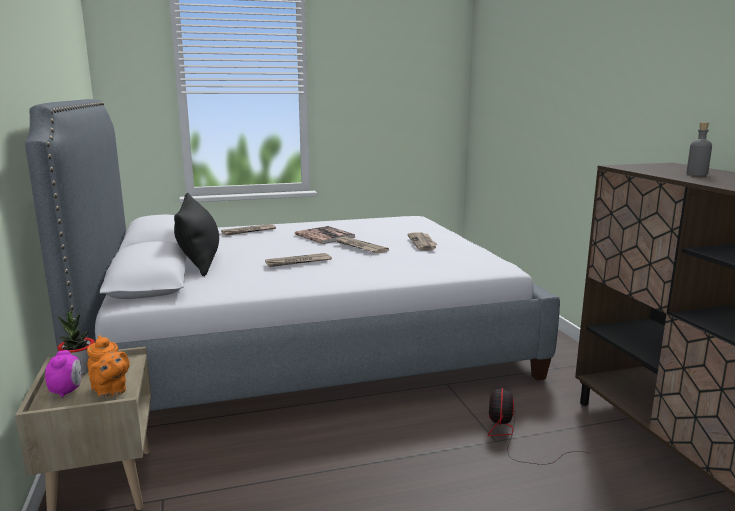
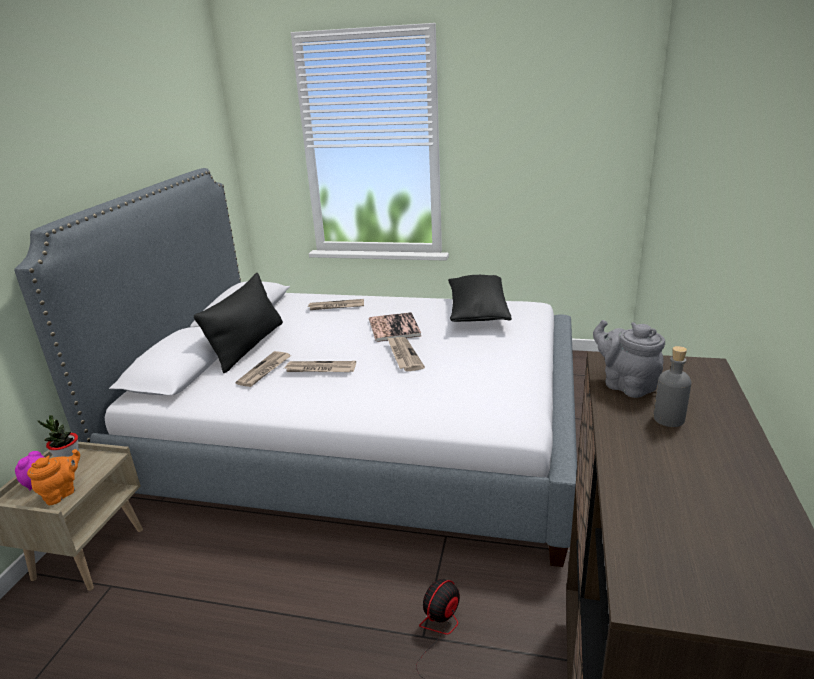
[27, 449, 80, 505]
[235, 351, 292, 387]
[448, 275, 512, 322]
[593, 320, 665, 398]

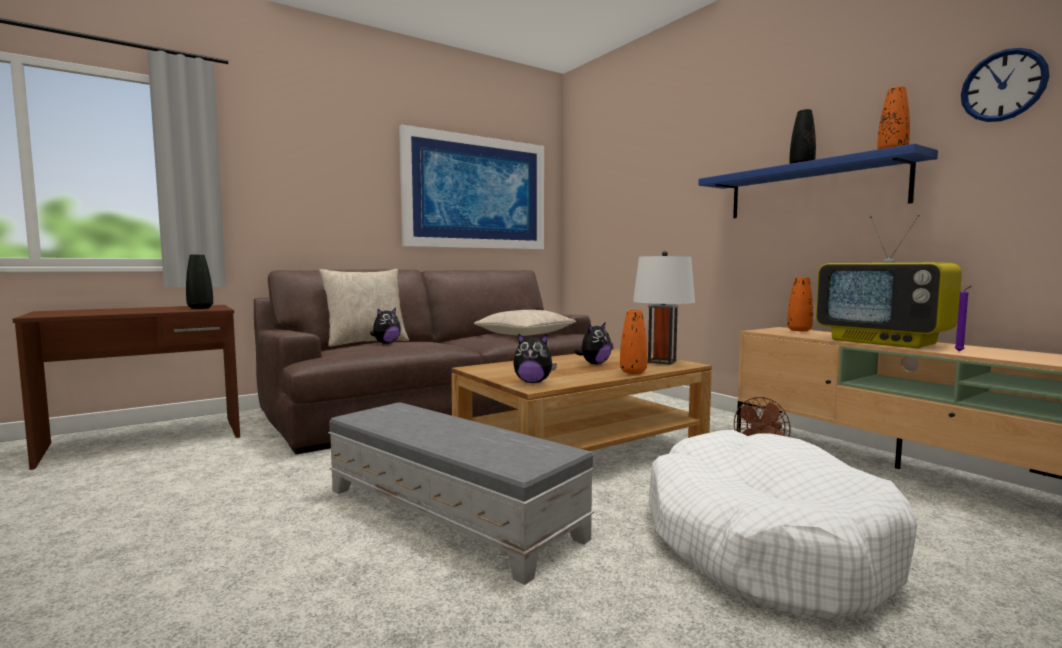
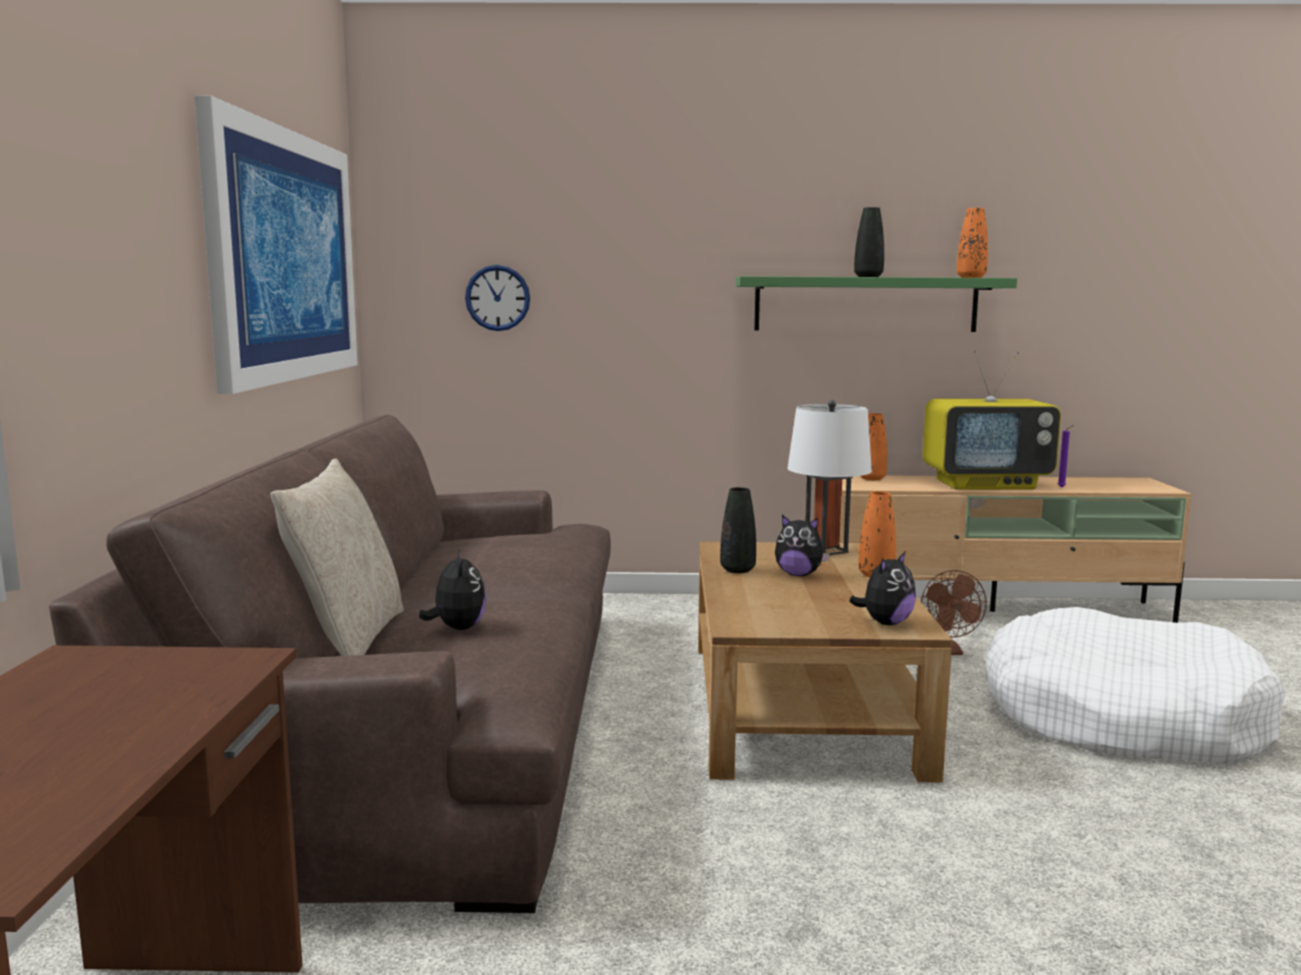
[720, 487, 756, 573]
[328, 402, 595, 585] (first image)
[474, 310, 576, 336] (first image)
[775, 515, 830, 576]
[736, 276, 1017, 332]
[465, 265, 530, 331]

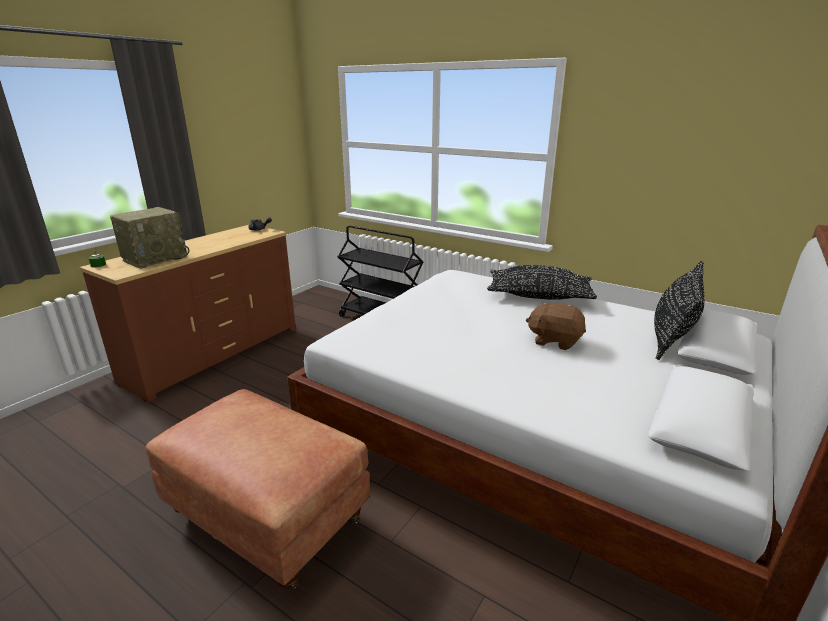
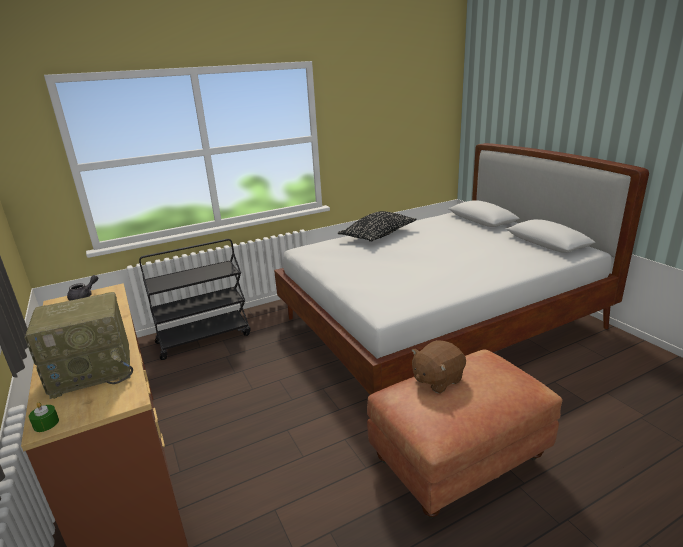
[24, 292, 133, 399]
[412, 340, 466, 394]
[654, 261, 704, 360] (first image)

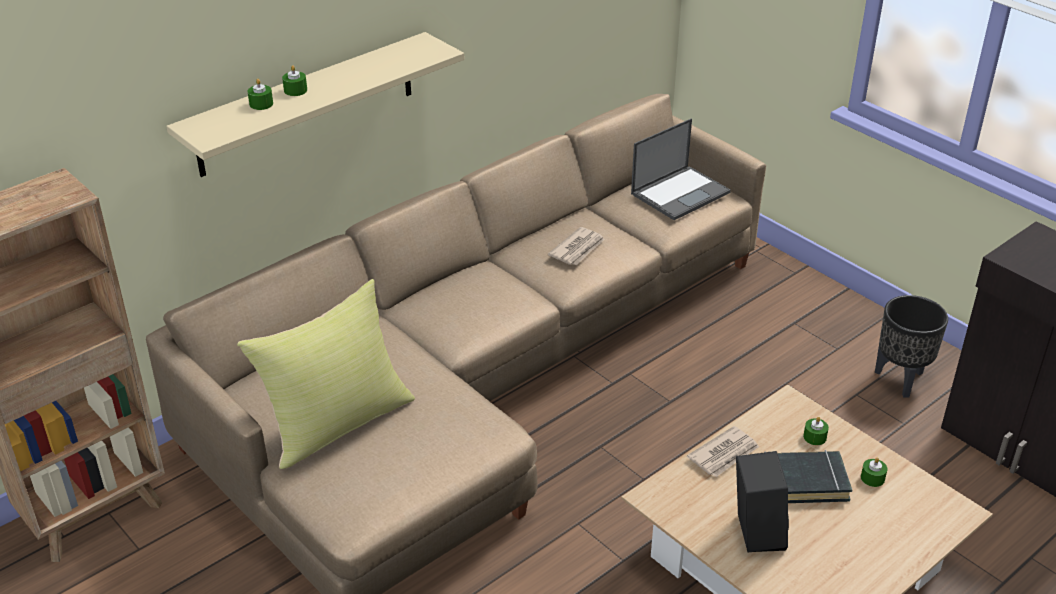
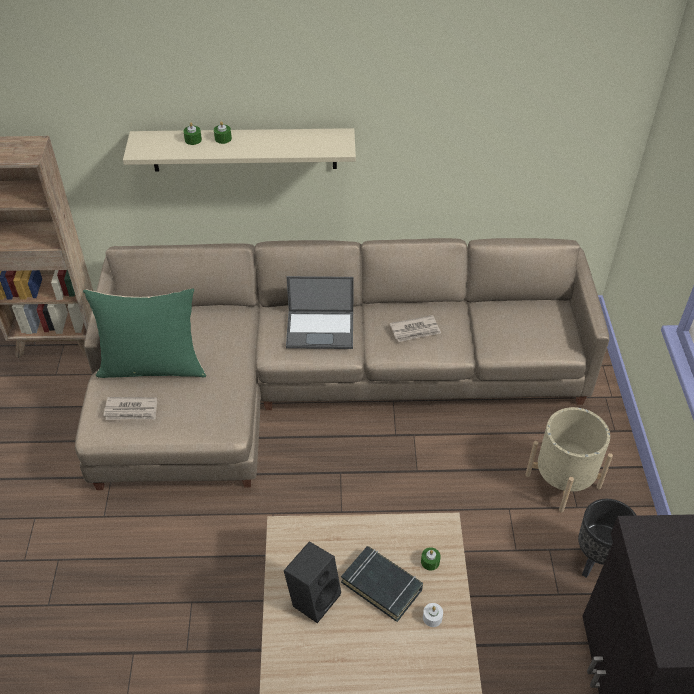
[83, 288, 206, 378]
[286, 276, 354, 349]
[104, 397, 157, 420]
[423, 603, 443, 627]
[525, 407, 613, 512]

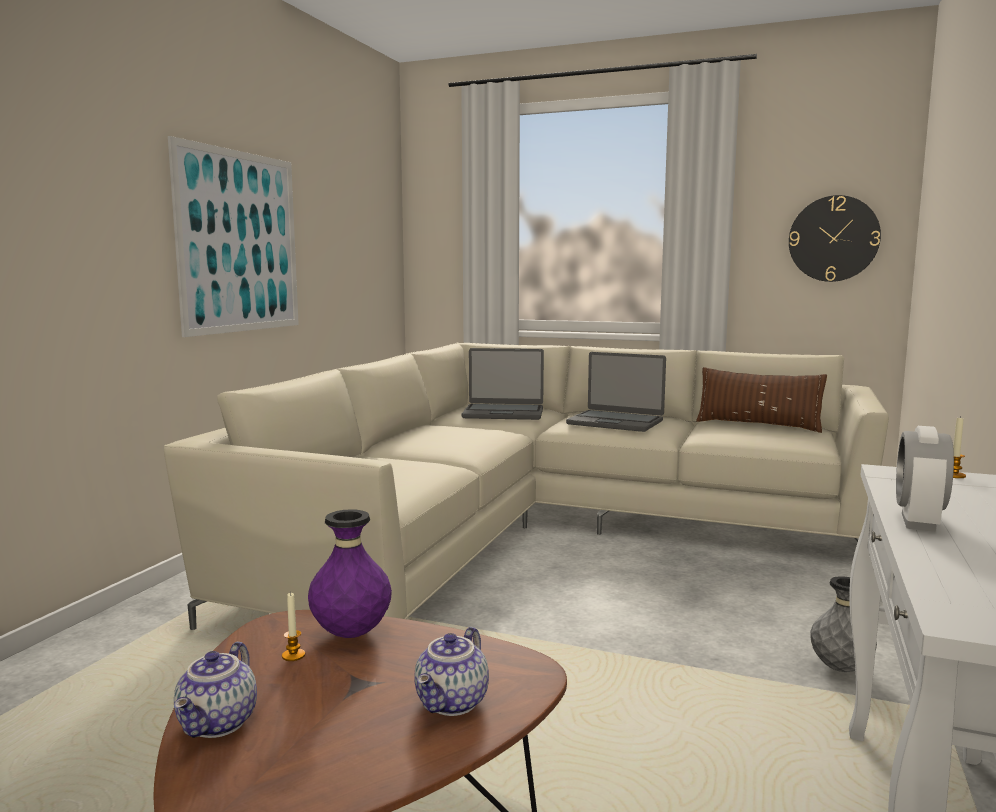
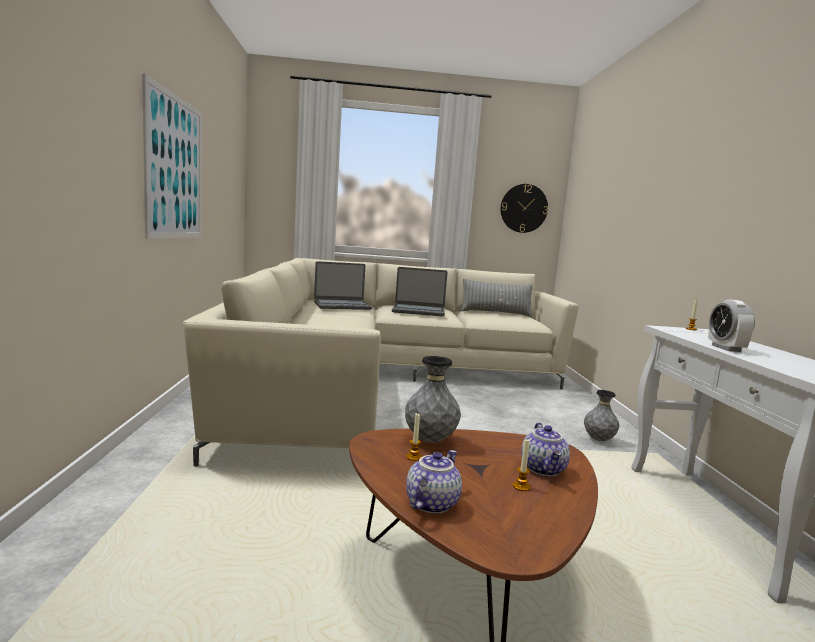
[406, 450, 462, 514]
[405, 356, 461, 443]
[461, 279, 533, 317]
[513, 439, 530, 491]

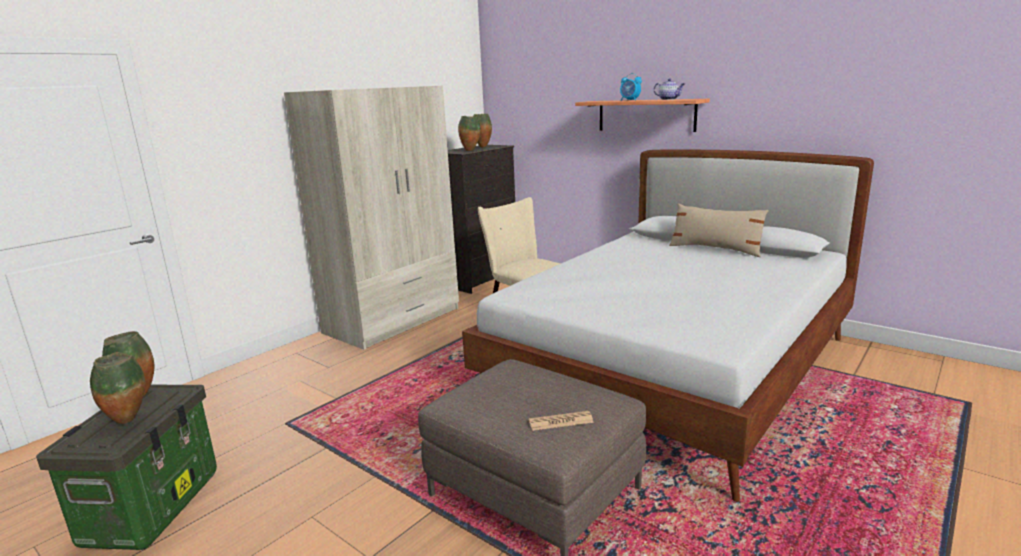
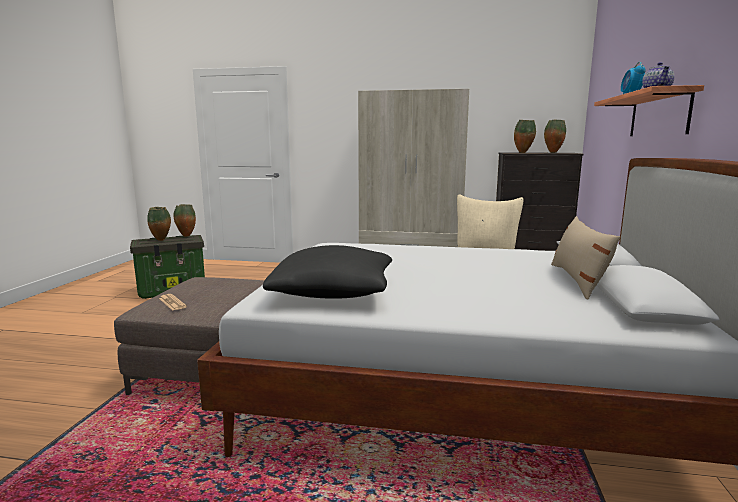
[263, 245, 392, 299]

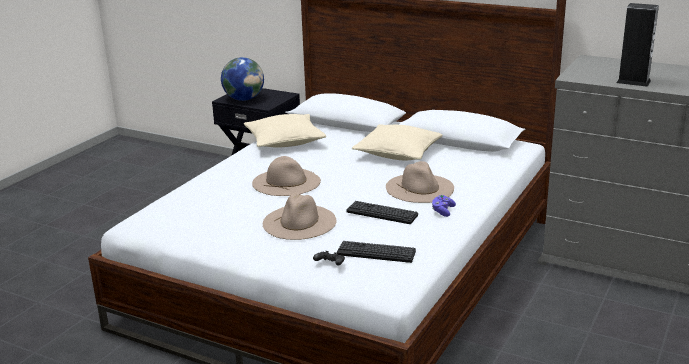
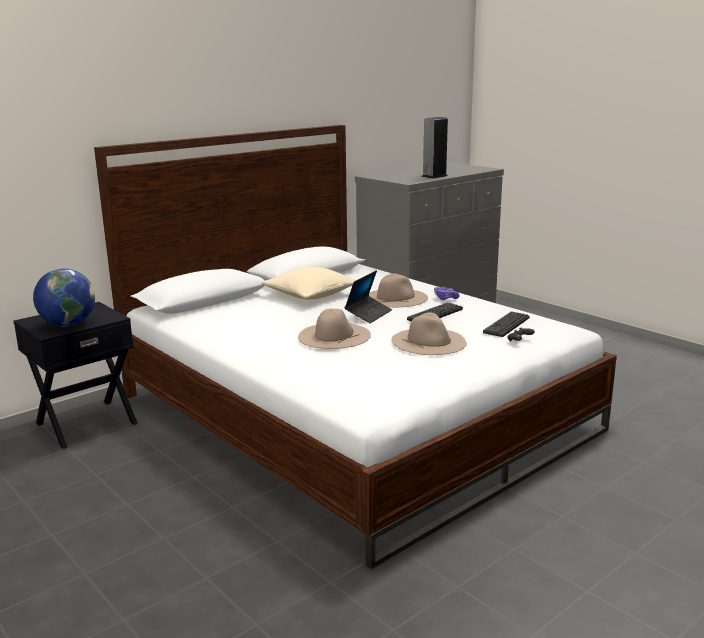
[244, 114, 326, 148] (first image)
[344, 270, 392, 323]

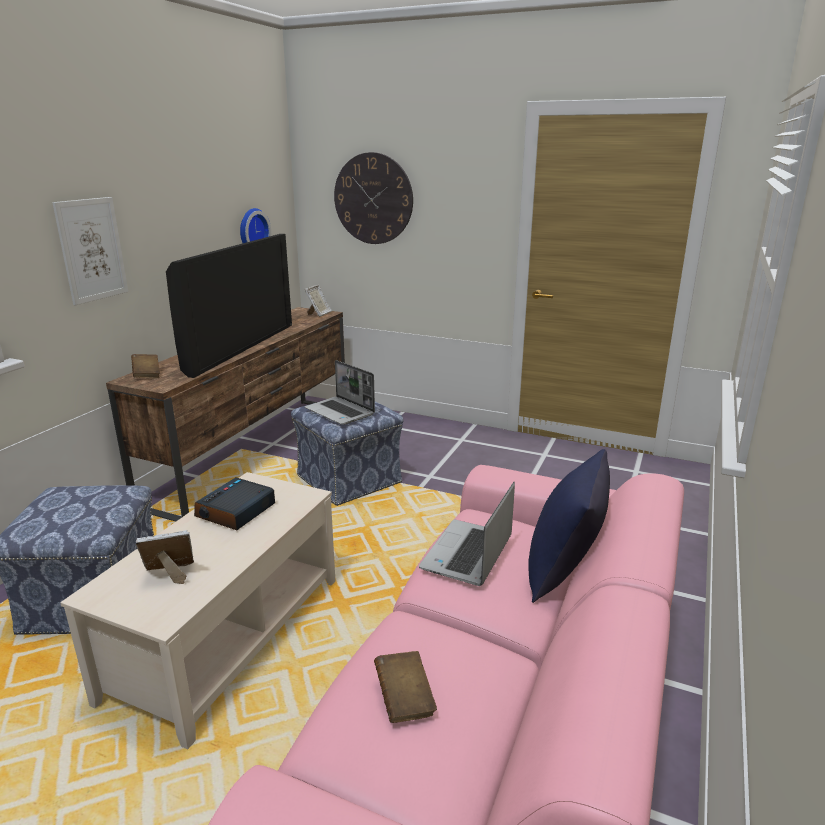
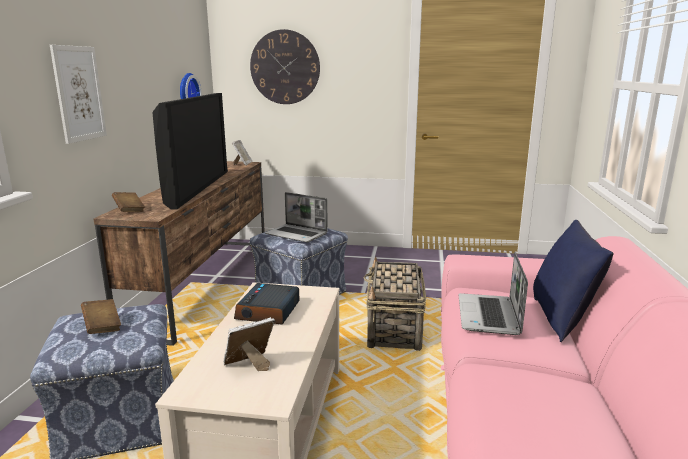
[81, 299, 121, 334]
[363, 256, 426, 351]

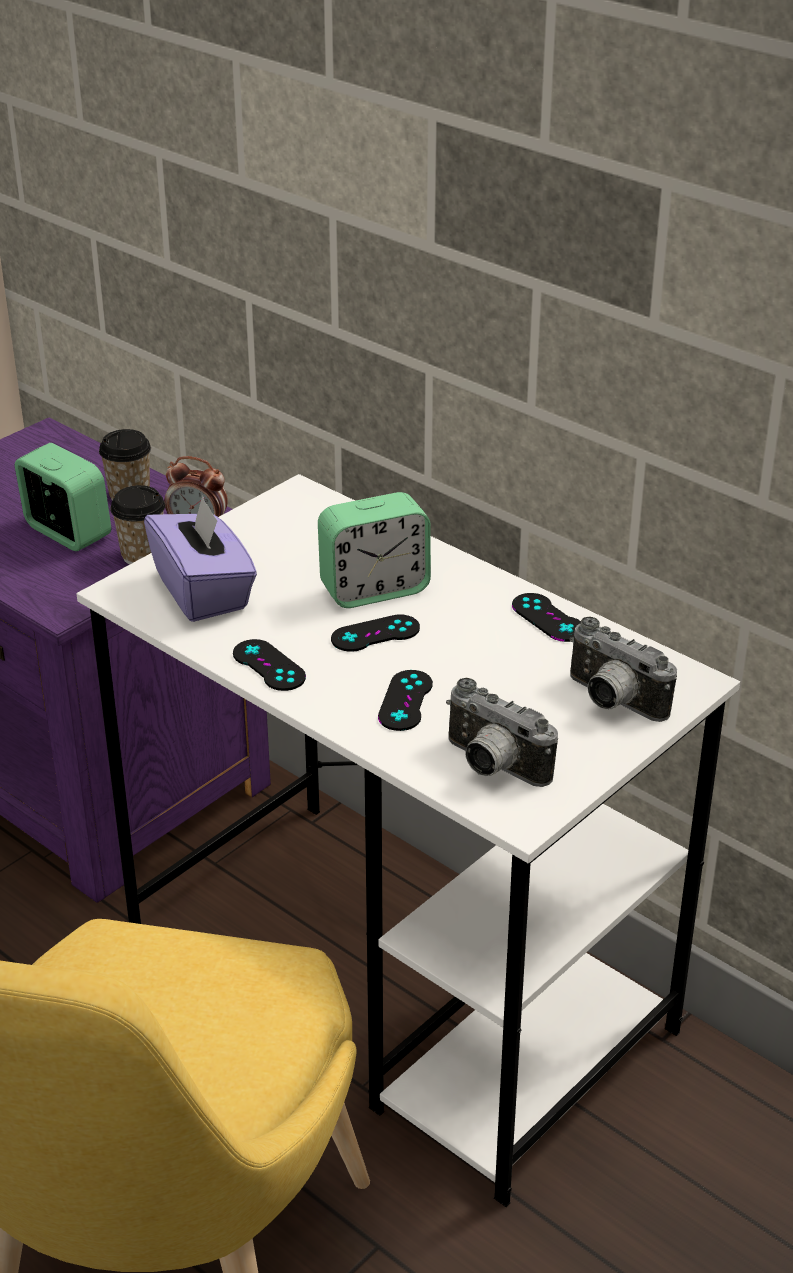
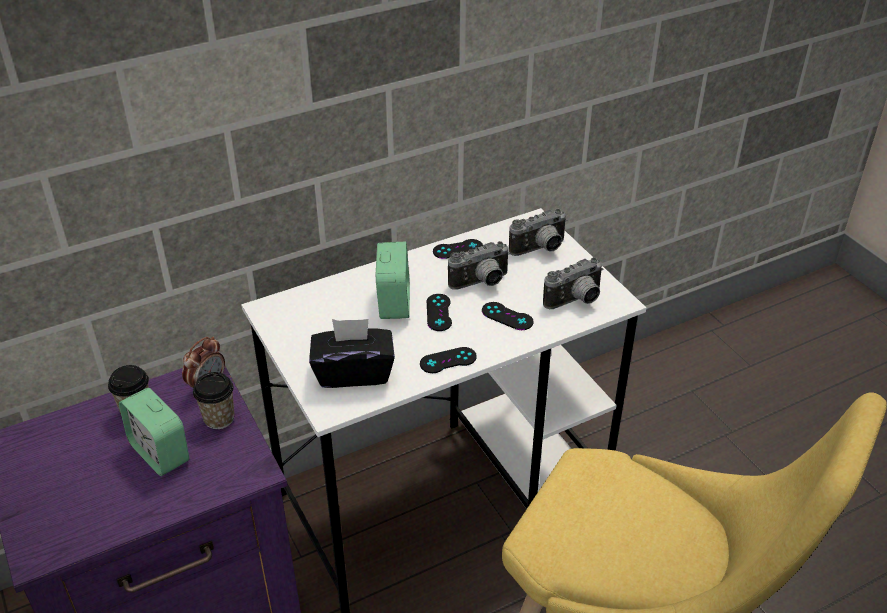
[119, 388, 189, 476]
[309, 319, 395, 388]
[448, 241, 510, 290]

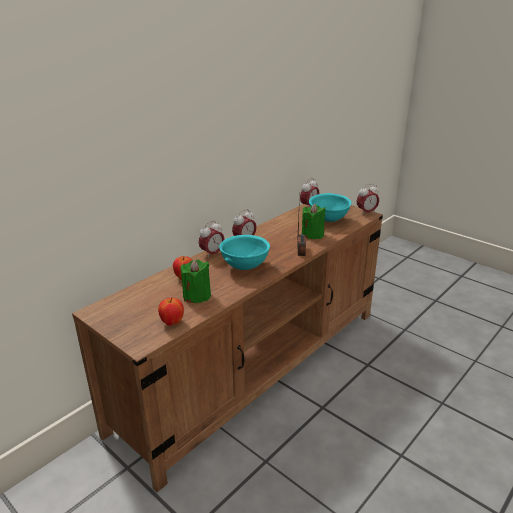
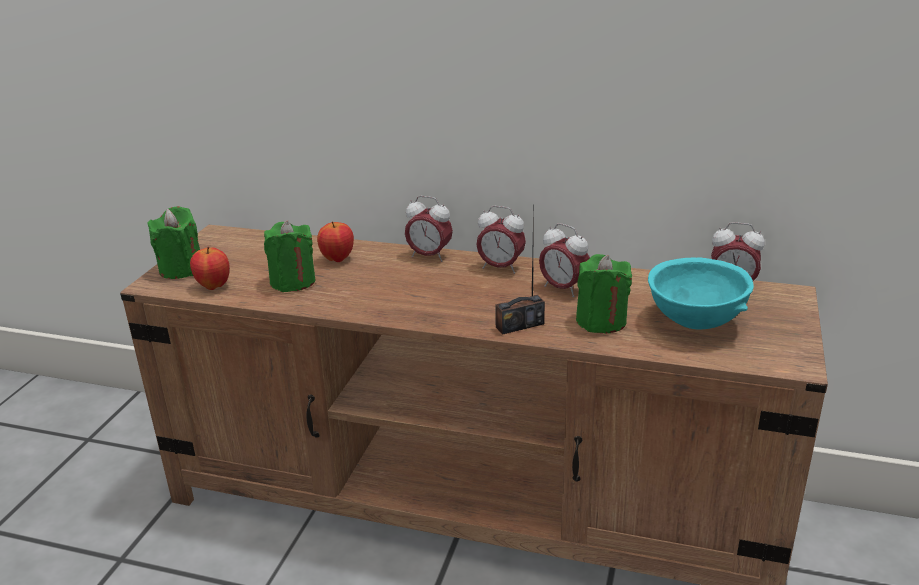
[219, 235, 270, 270] (first image)
[539, 223, 590, 297]
[147, 206, 200, 279]

